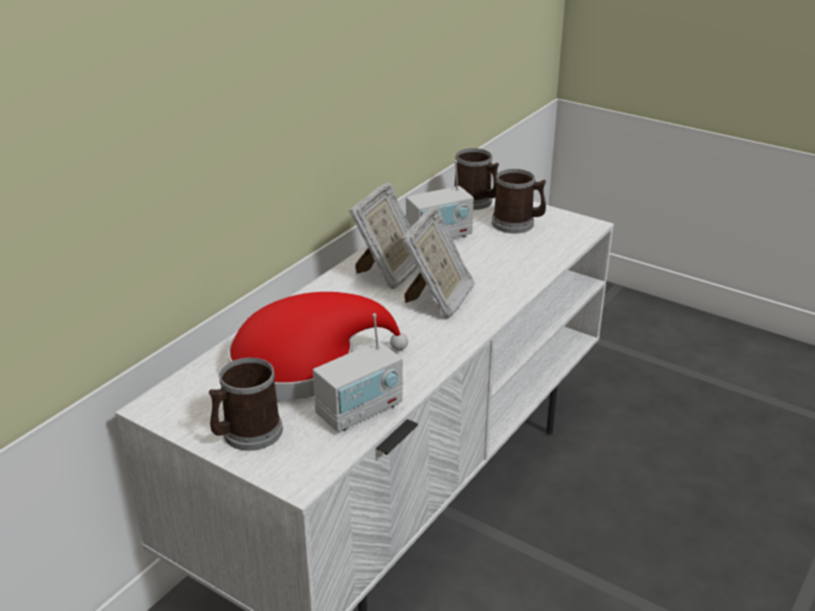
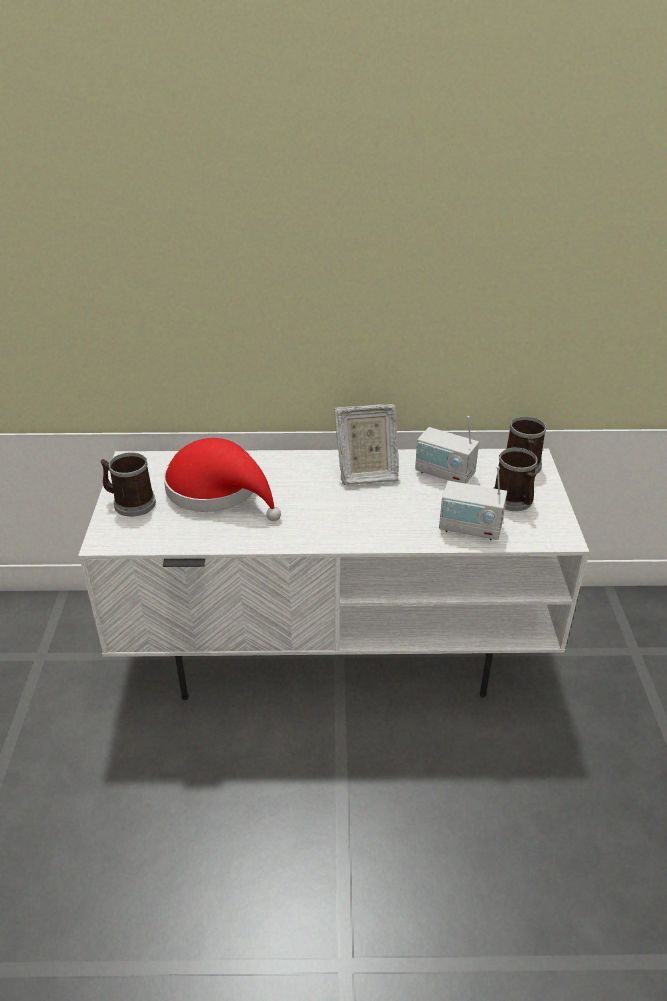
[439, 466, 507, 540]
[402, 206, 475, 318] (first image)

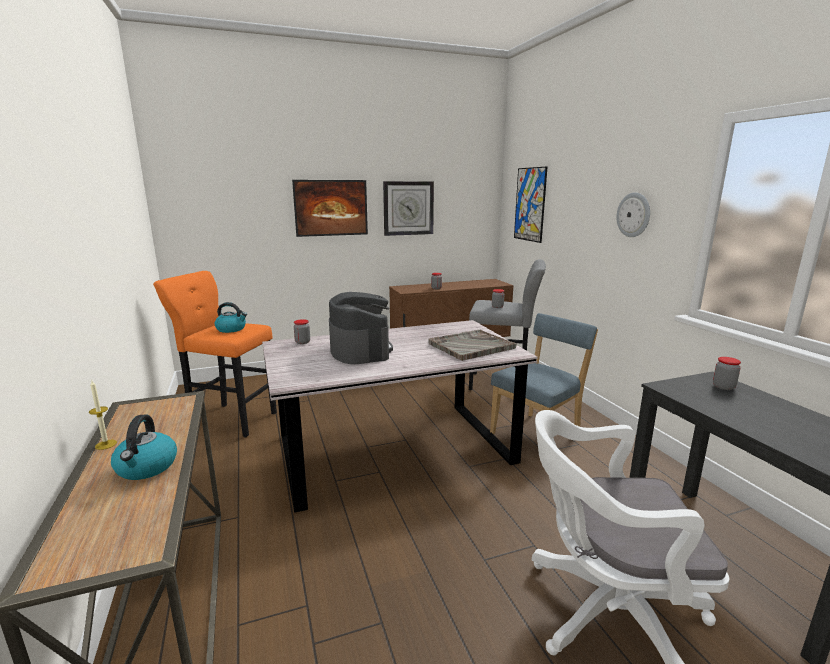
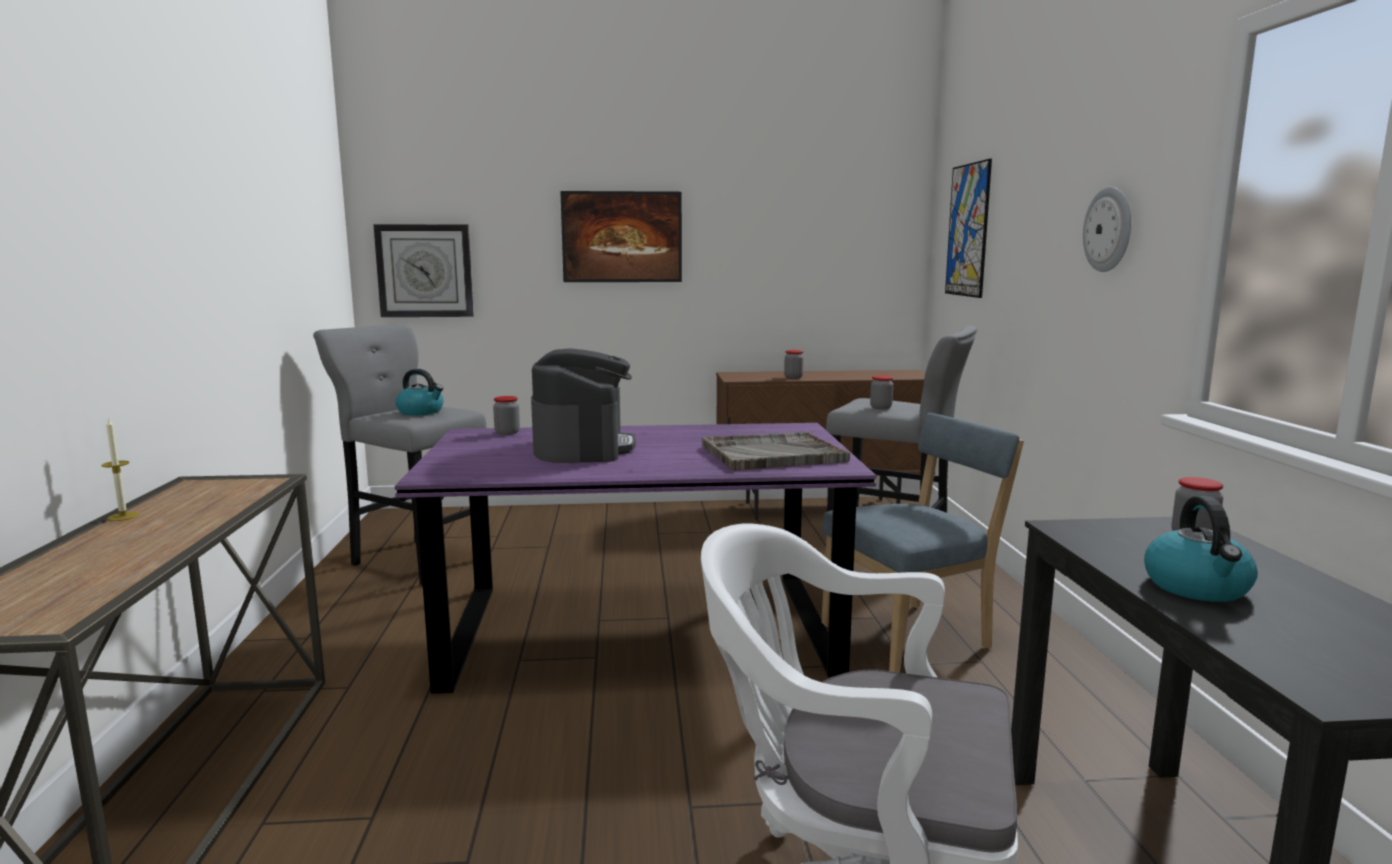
[1144, 496, 1258, 602]
[313, 324, 487, 586]
[395, 423, 876, 694]
[373, 224, 474, 317]

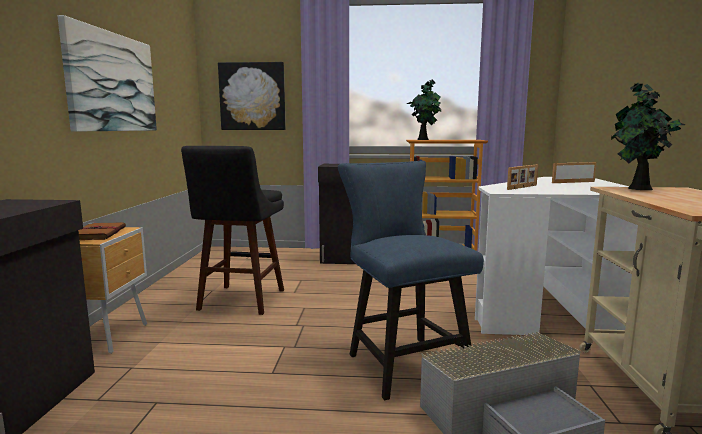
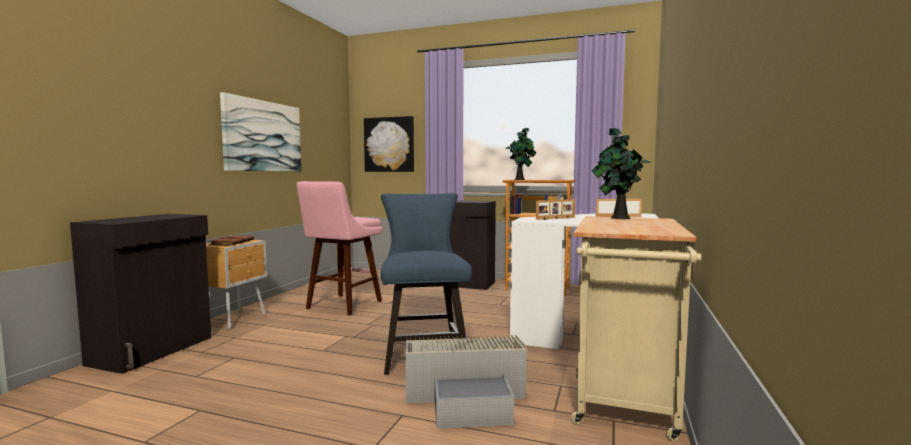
[296, 181, 382, 316]

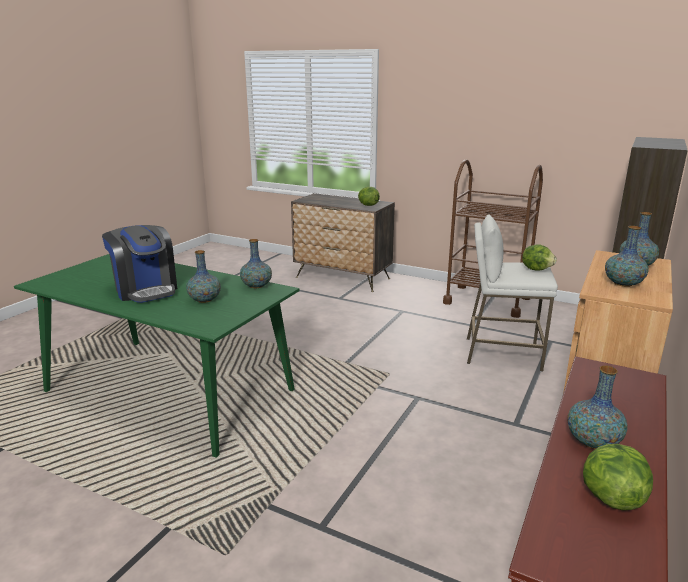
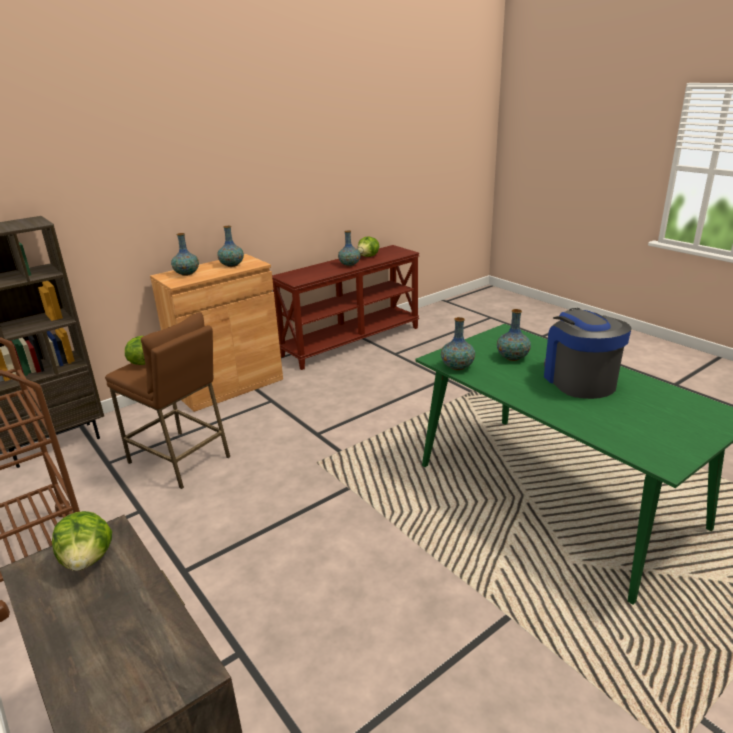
[105, 312, 230, 489]

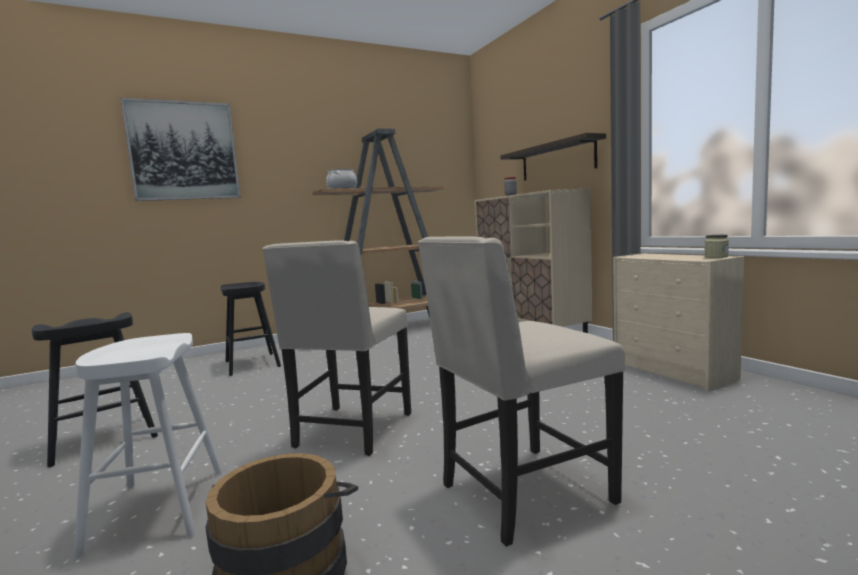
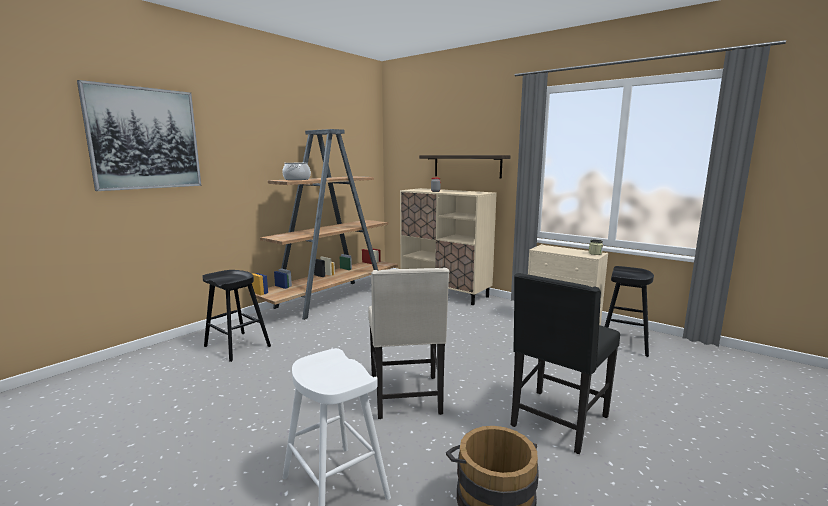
[605, 266, 654, 357]
[511, 273, 620, 454]

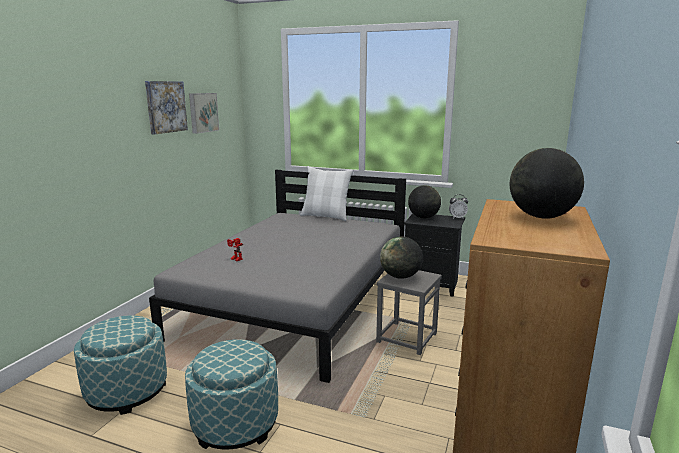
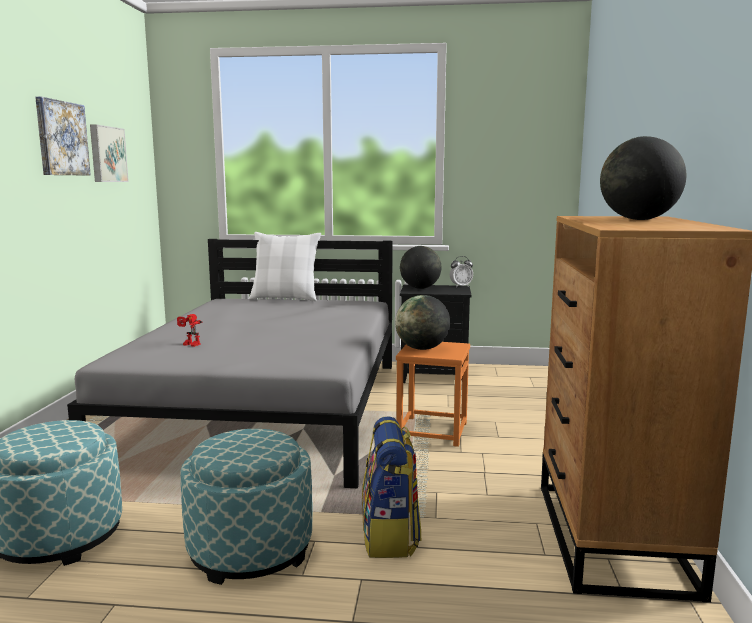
[396, 342, 470, 447]
[362, 417, 421, 558]

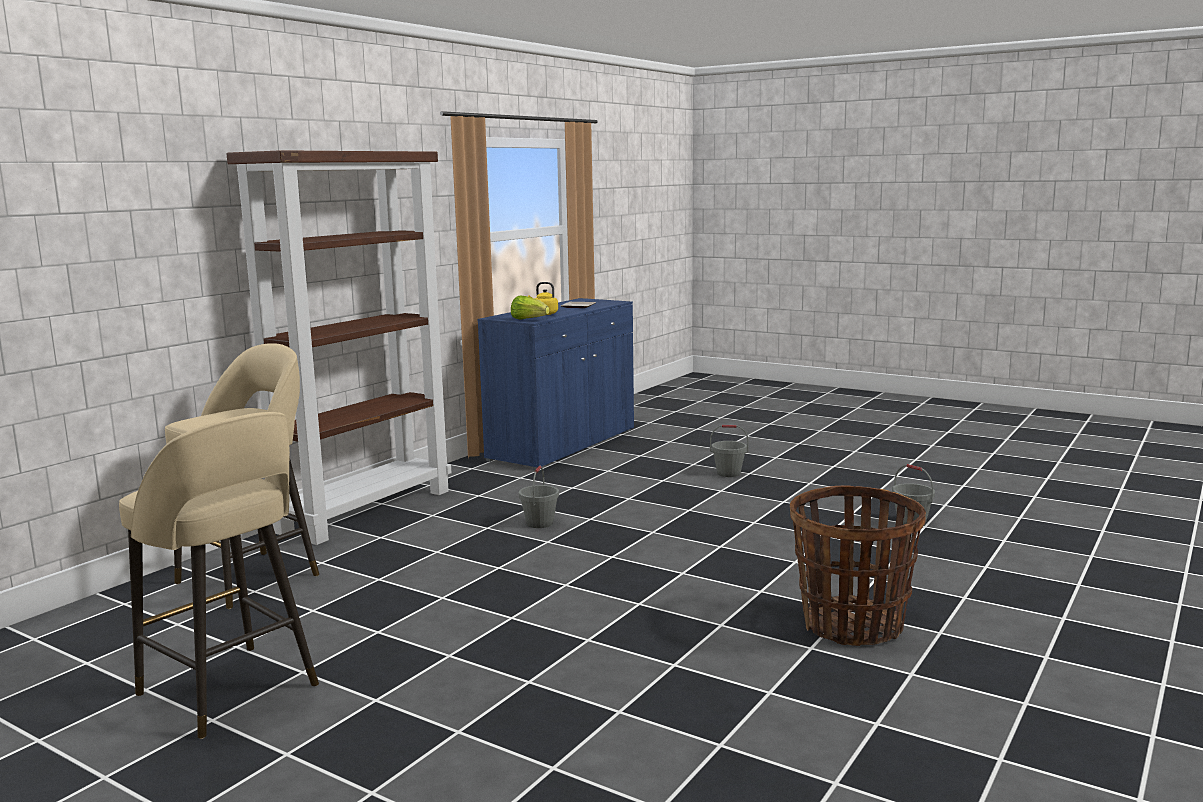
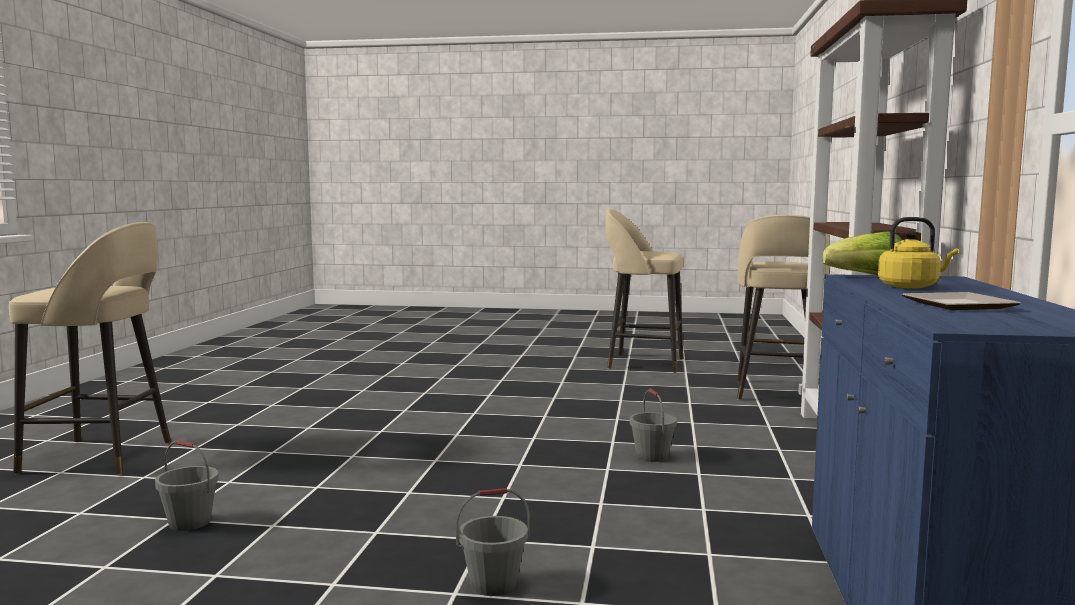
[790, 486, 926, 646] (first image)
[9, 222, 171, 475]

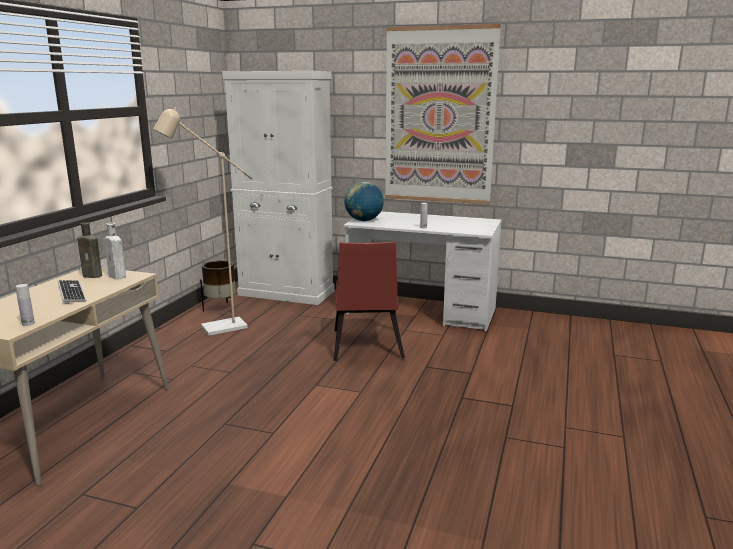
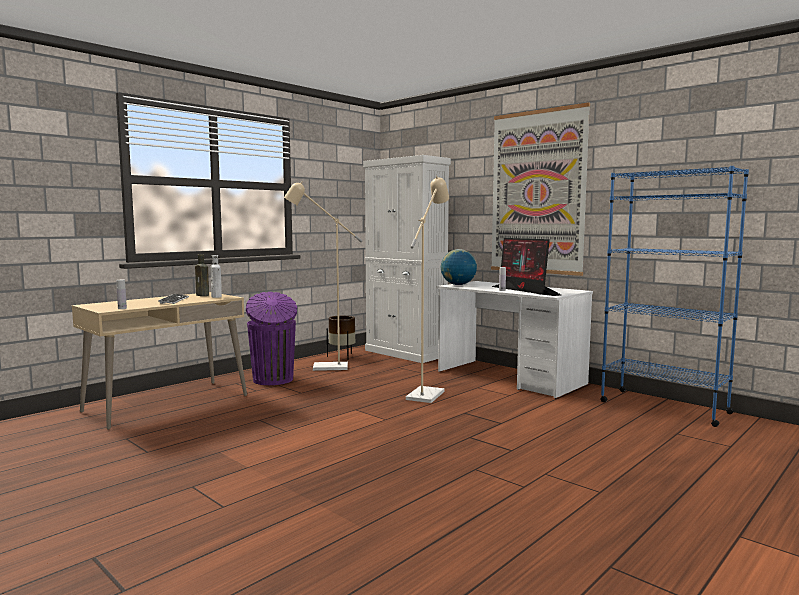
[406, 176, 449, 403]
[246, 292, 297, 385]
[492, 238, 561, 296]
[600, 166, 749, 427]

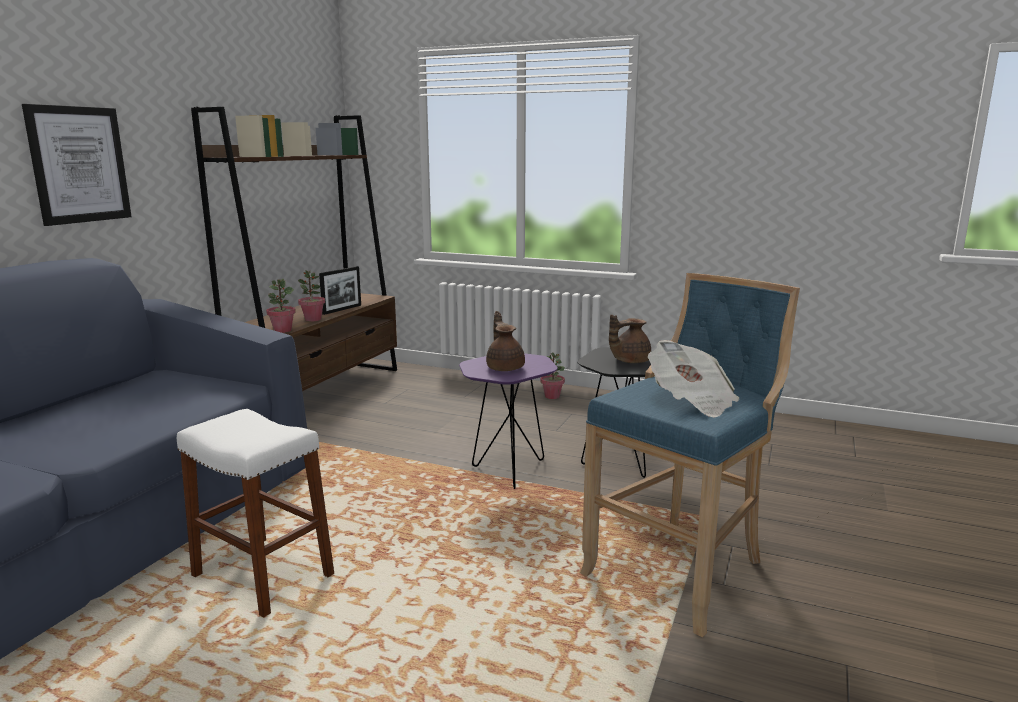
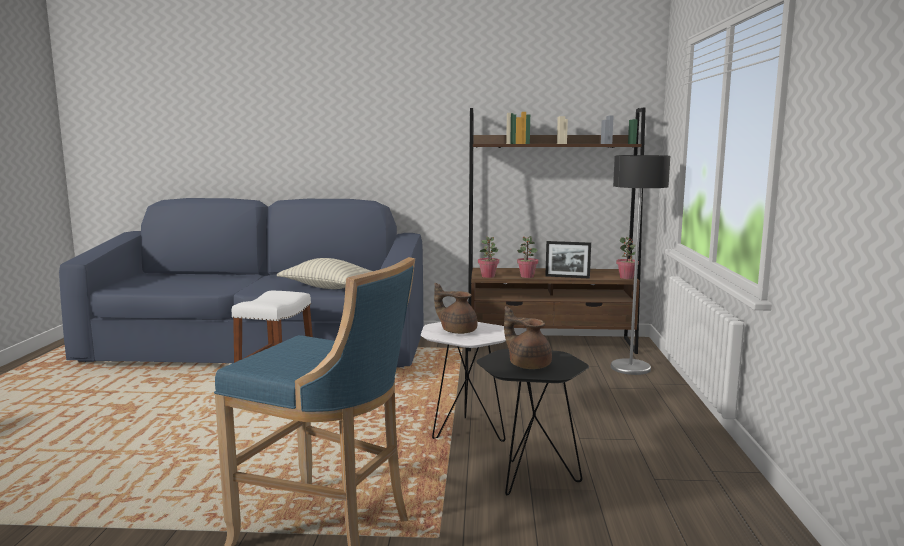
[22, 104, 132, 226] (first image)
[421, 322, 506, 442]
[434, 283, 478, 334]
[616, 237, 639, 279]
[648, 340, 740, 418] (first image)
[277, 258, 372, 289]
[611, 155, 670, 375]

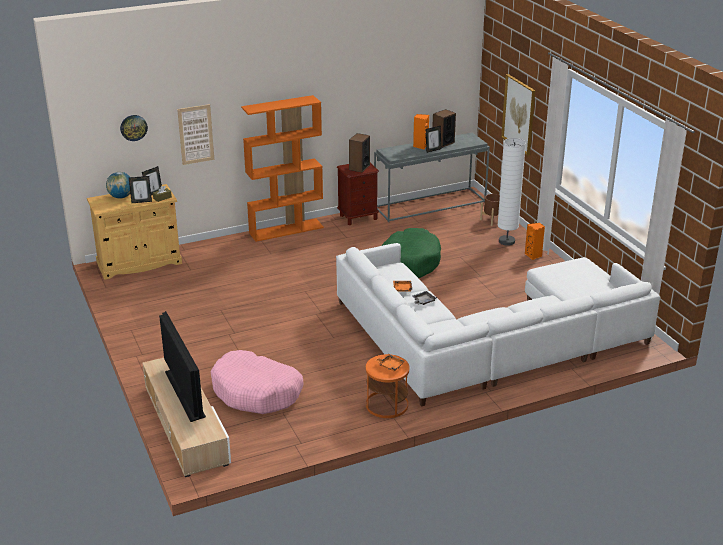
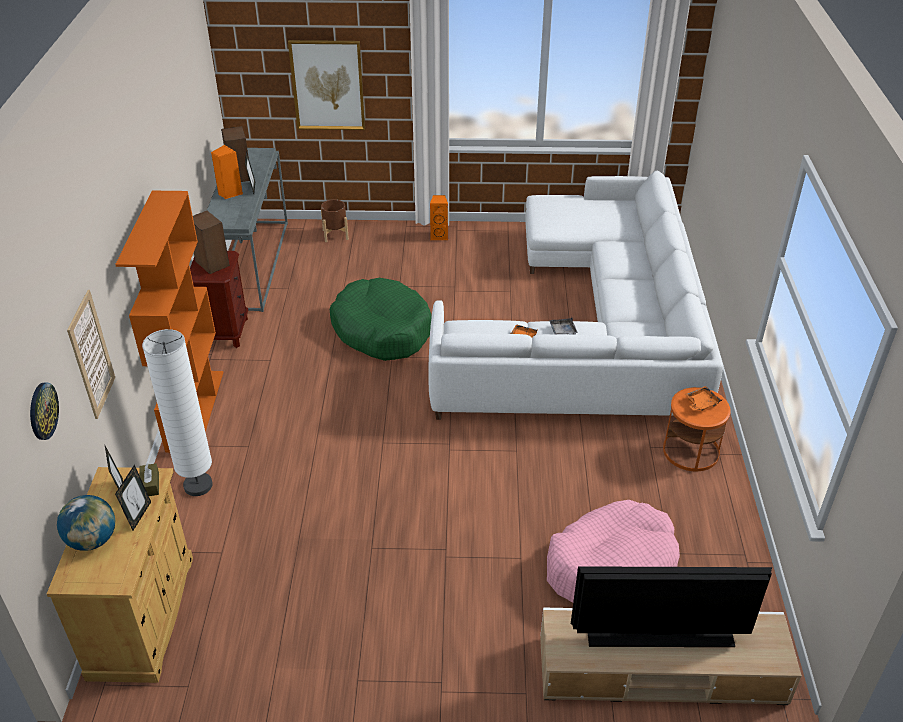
[142, 329, 213, 496]

